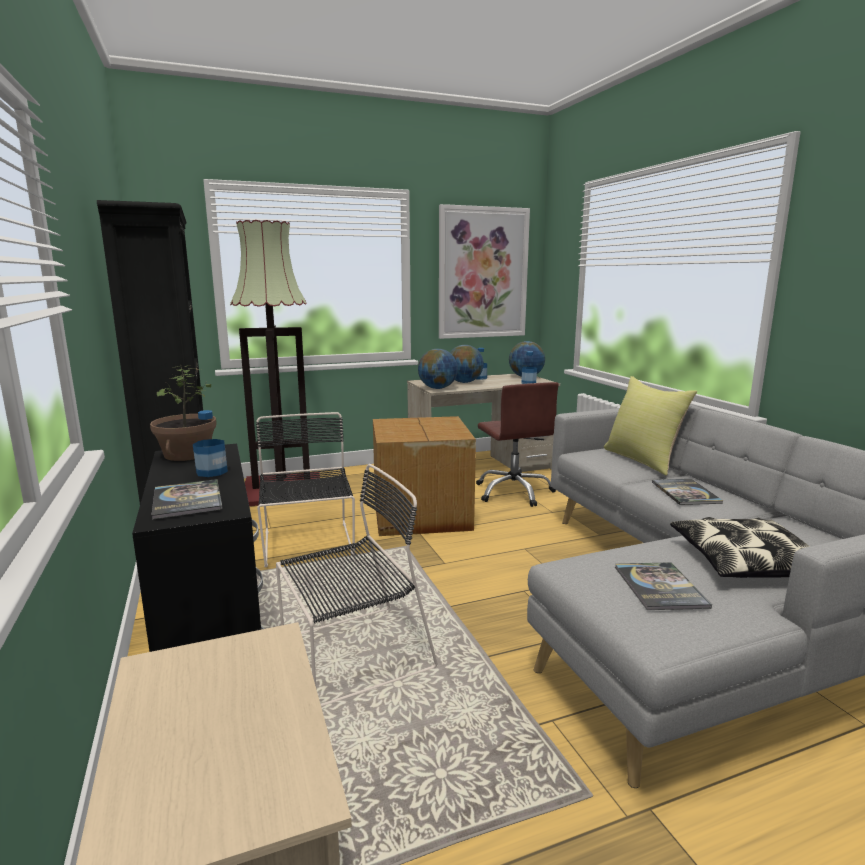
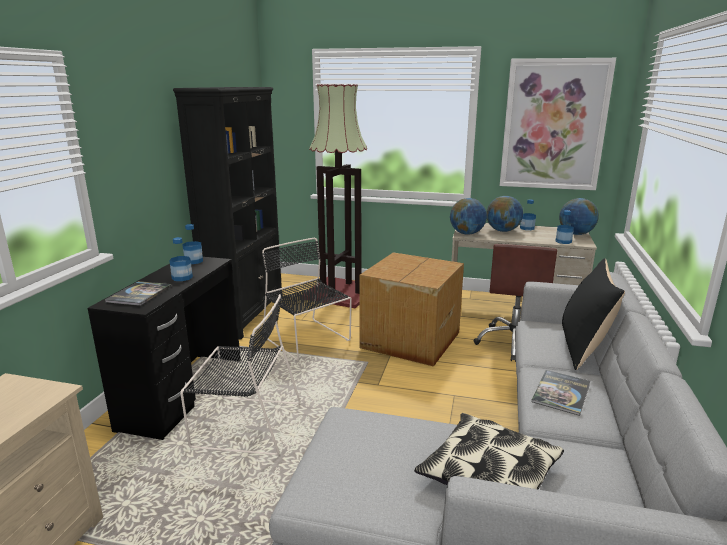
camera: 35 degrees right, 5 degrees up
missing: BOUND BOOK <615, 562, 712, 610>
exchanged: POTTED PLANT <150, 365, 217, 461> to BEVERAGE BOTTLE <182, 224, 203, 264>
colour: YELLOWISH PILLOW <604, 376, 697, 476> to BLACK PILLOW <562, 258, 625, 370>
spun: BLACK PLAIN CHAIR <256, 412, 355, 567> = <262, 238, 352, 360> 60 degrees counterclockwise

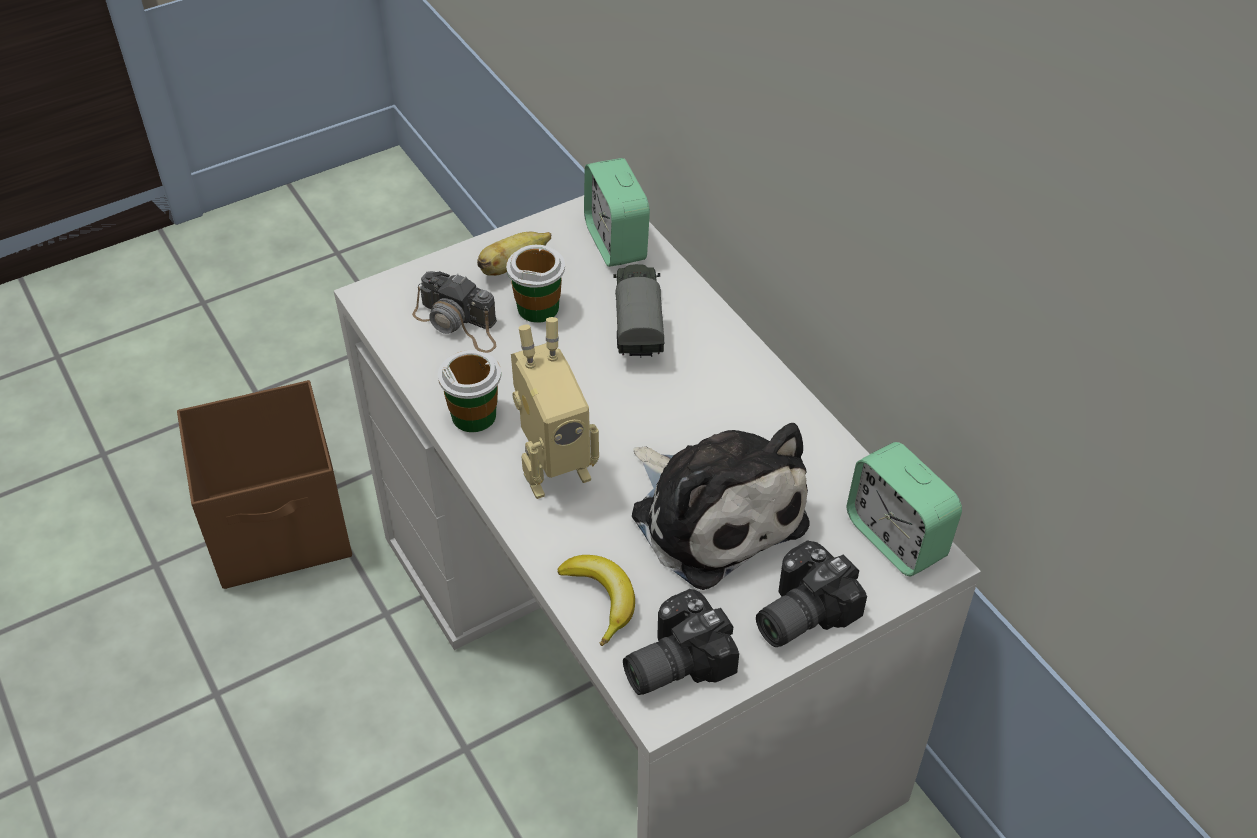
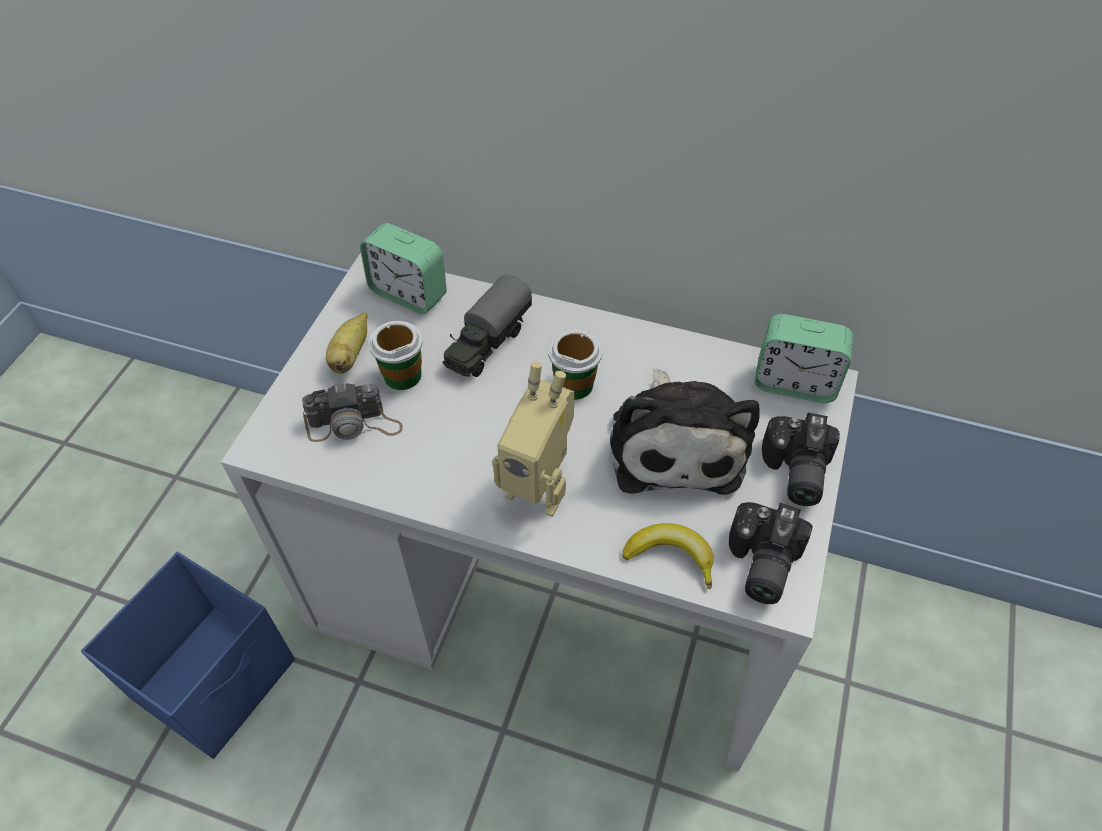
camera: 40 degrees left, 5 degrees up
relocated: DRINKING CUP <438, 350, 501, 432> to <548, 330, 603, 400>
colour: BROWN STORAGE BOX <177, 380, 352, 589> to BLUISH STORAGE BOX <81, 552, 295, 759>
spun: ROBOT FIGURE <511, 317, 599, 499> = <492, 361, 575, 517> 90 degrees clockwise; TOY LORRY <614, 264, 664, 358> = <442, 275, 532, 377> 105 degrees counterclockwise; PLUSH TOY <632, 423, 810, 590> = <610, 368, 760, 495> 75 degrees clockwise

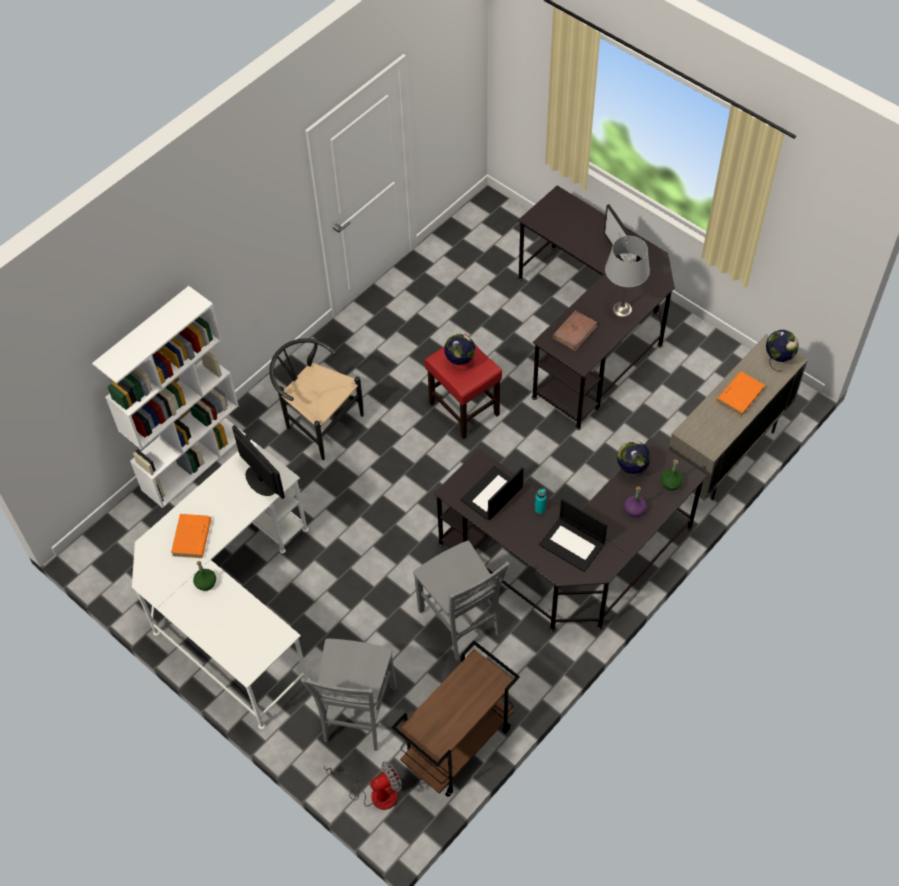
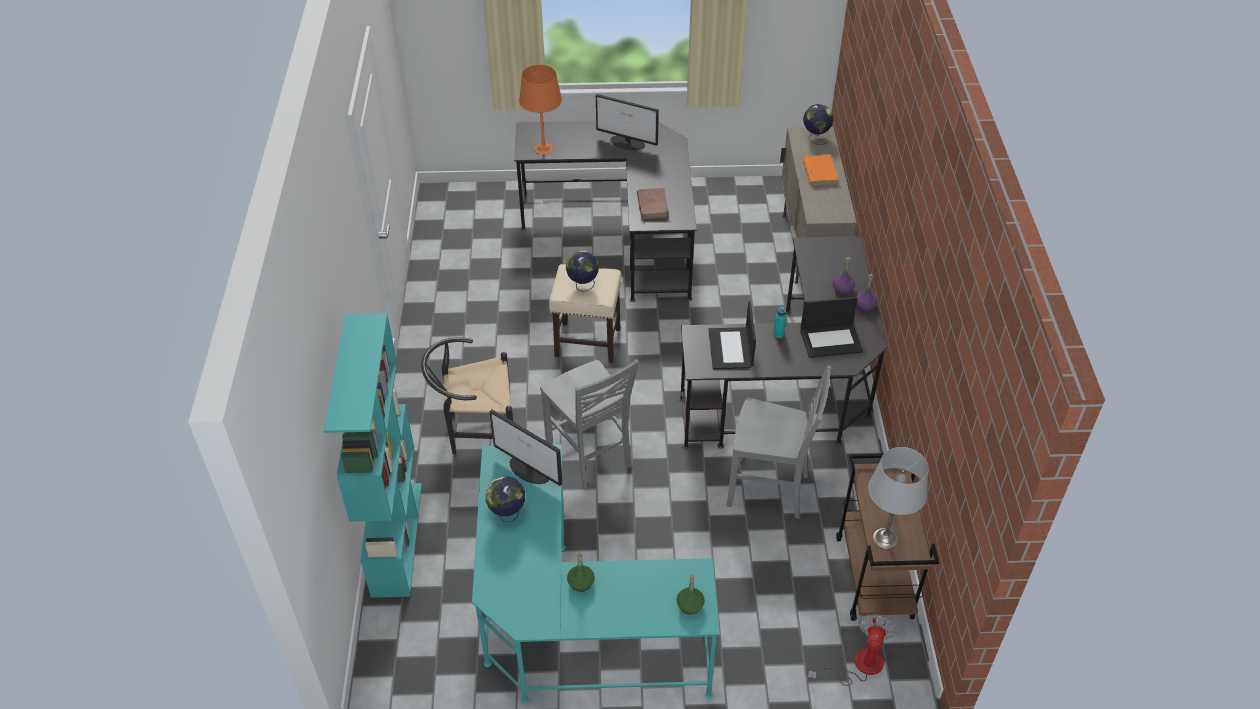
camera: 45 degrees left, 10 degrees down
missing: ORANGE BOUND BOOK <171, 514, 211, 558>
appeared: ORANGE TABLE LAMP <519, 65, 562, 155>; PURPLE-COLOURED BEVERAGE BOTTLE <856, 274, 878, 312>
relocated: GRAY PLAIN CHAIR <301, 639, 397, 751> to <540, 359, 639, 490>; GRAY TABLE LAMP <605, 236, 650, 317> to <868, 447, 929, 549>; GLOBE <617, 441, 651, 478> to <486, 476, 525, 522>; GREEN BEVERAGE BOTTLE <661, 459, 683, 490> to <677, 574, 705, 615>
colour: WHITE-COLOURED SHELVING UNIT <92, 286, 246, 508> to BLUE-GREEN SHELVING UNIT <324, 313, 422, 598>; WHITE-COLOURED DESK UNIT <132, 440, 310, 729> to BLUE-GREEN DESK UNIT <472, 444, 720, 704>; REDDISH STOOL <425, 334, 502, 439> to BEIGE-COLOURED STOOL <549, 264, 621, 363>
spun: MONITOR <232, 425, 285, 499> = <489, 409, 562, 486> 150 degrees counterclockwise

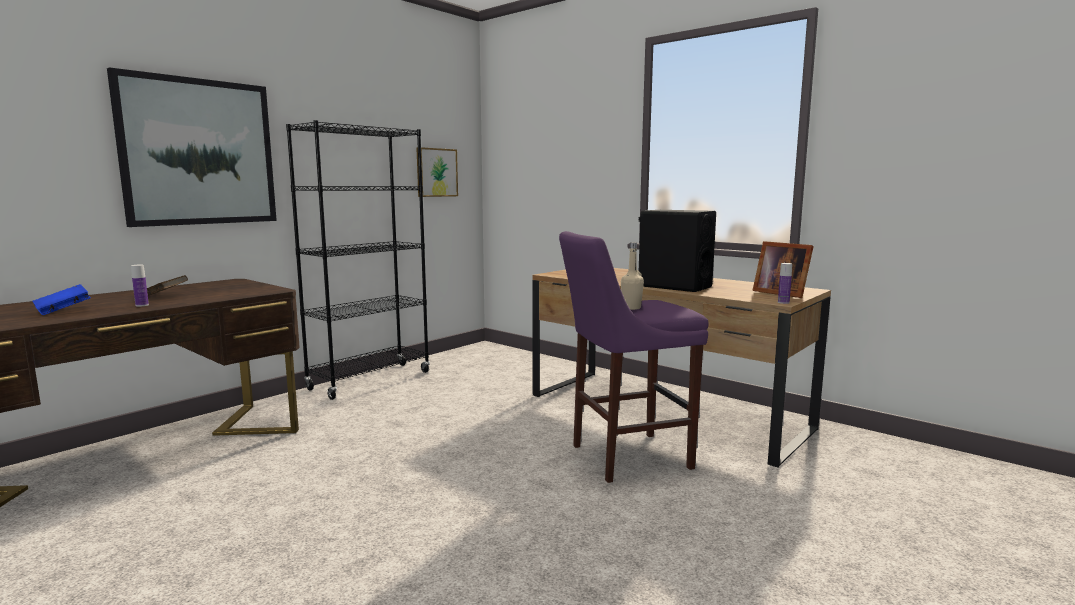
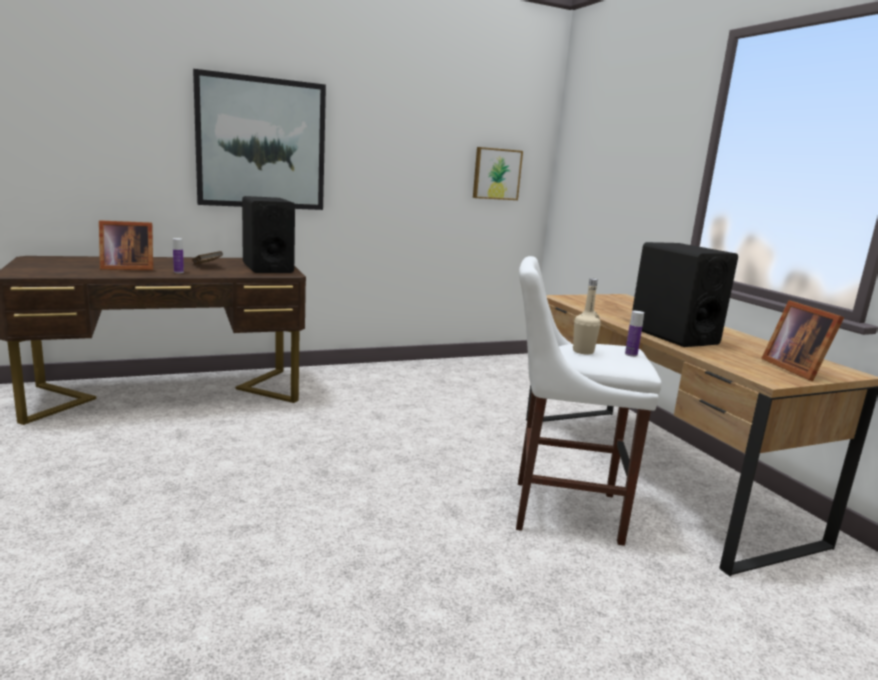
camera: 25 degrees right, 5 degrees up
missing: BLACK SHELVING UNIT <286, 120, 430, 400>
appeared: BLACK AUDIO SPEAKER <242, 196, 295, 273>
relocated: BEVERAGE BOTTLE <778, 263, 792, 304> to <625, 311, 644, 357>
exchanged: BLUISH BOUND BOOK <32, 284, 91, 315> to STANDING FRAME <99, 220, 153, 270>
colour: PURPLE-COLOURED STOOL <559, 231, 709, 483> to WHITE-COLOURED STOOL <516, 256, 662, 546>

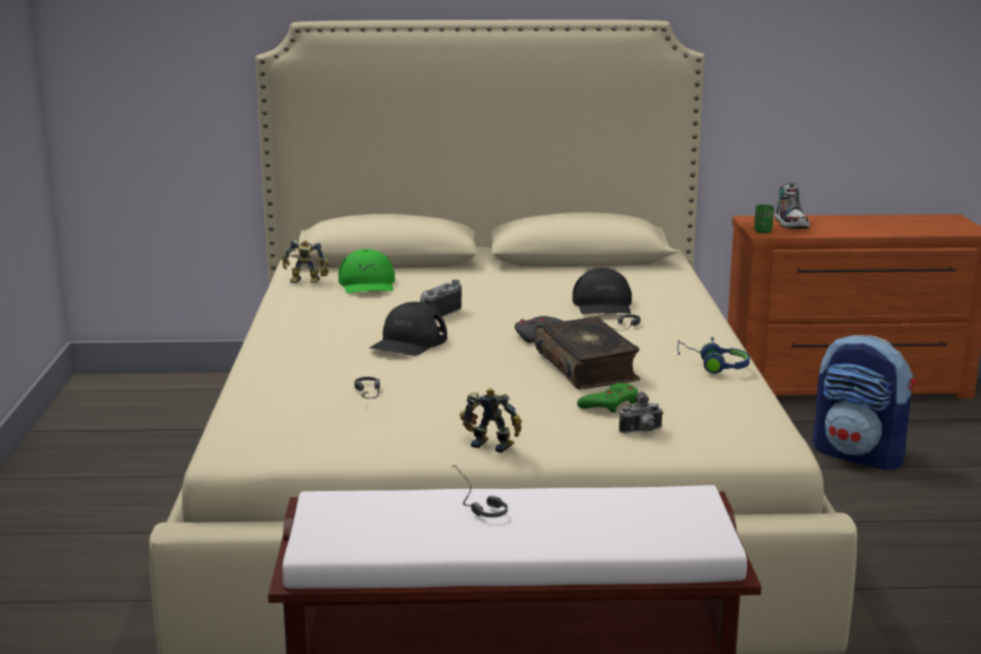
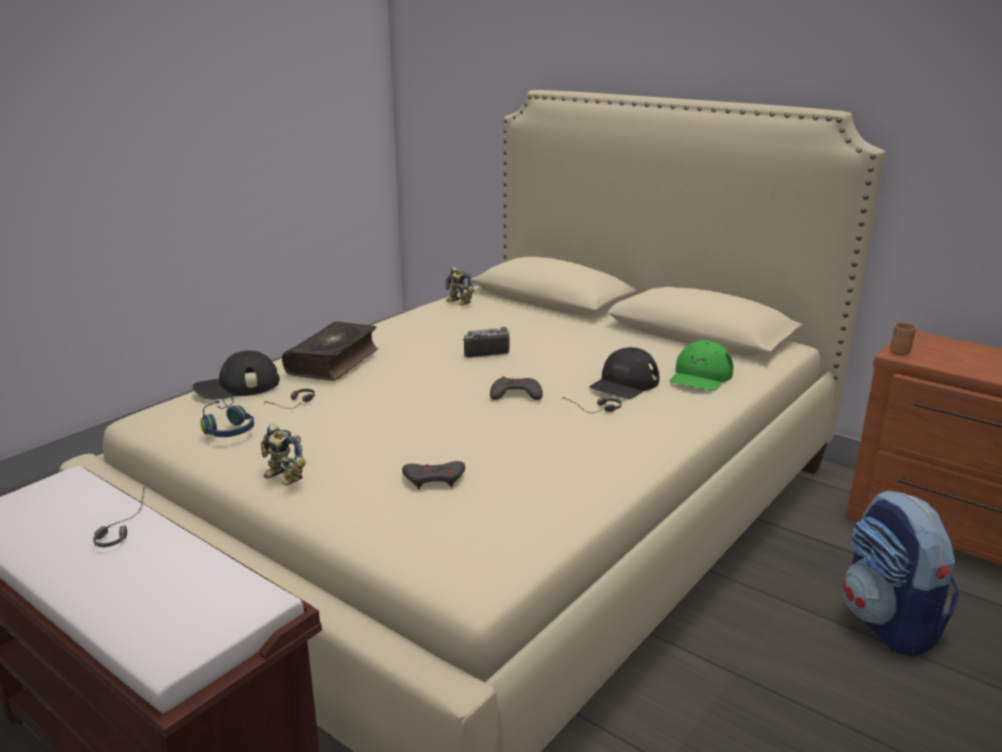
camera: 40 degrees right, 5 degrees up
missing: STILL CAMERA <619, 391, 664, 434>; ITEM OF FOOTWEAR <775, 183, 809, 229>
relocated: GREEN PEAKED CAP <338, 249, 395, 293> to <669, 340, 734, 391>; BLACK PEAKED CAP <370, 302, 447, 356> to <192, 351, 280, 400>; BOUND BOOK <534, 317, 640, 389> to <282, 321, 378, 381>; BLUISH HEADSET <678, 337, 750, 374> to <201, 395, 254, 437>
colour: GREEN GAMEPAD <577, 383, 639, 413> to GRAY GAMEPAD <402, 461, 465, 489>; GREEN DRINKING CUP <754, 205, 774, 233> to ORANGE DRINKING CUP <890, 322, 916, 355>
spun: ROBOT FIGURE <459, 388, 522, 453> = <261, 423, 306, 486> 150 degrees clockwise

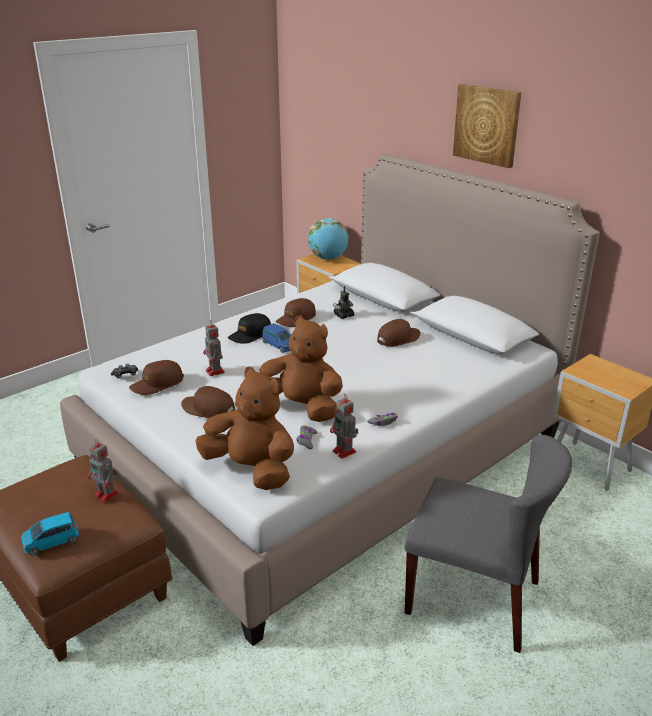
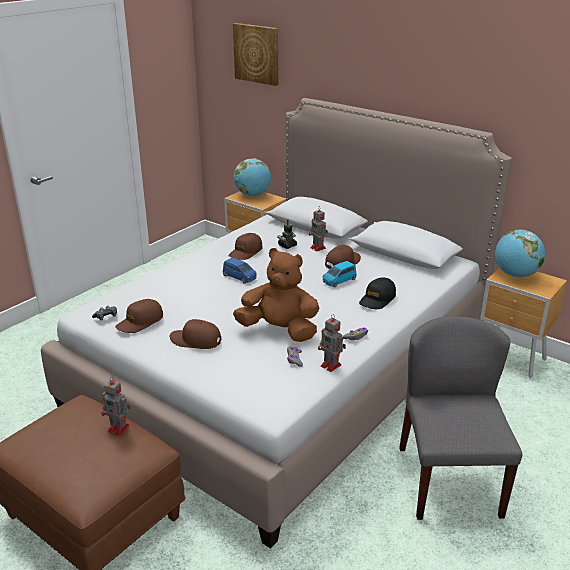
camera: 10 degrees left, 0 degrees up
missing: BROWN PLUSH TOY <195, 366, 294, 490>
appeared: GLOBE <495, 229, 545, 277>
relocated: BLUISH MINIATURE CAR <21, 512, 79, 555> to <323, 261, 357, 287>; ROBOT FIGURE <203, 321, 225, 376> to <309, 207, 328, 252>; BLACK PEAKED CAP <228, 313, 271, 344> to <359, 277, 396, 309>; PICTURE <453, 84, 521, 168> to <233, 23, 279, 86>
spun: GRAY PLAIN CHAIR <405, 435, 572, 653> = <399, 316, 523, 520> 105 degrees counterclockwise

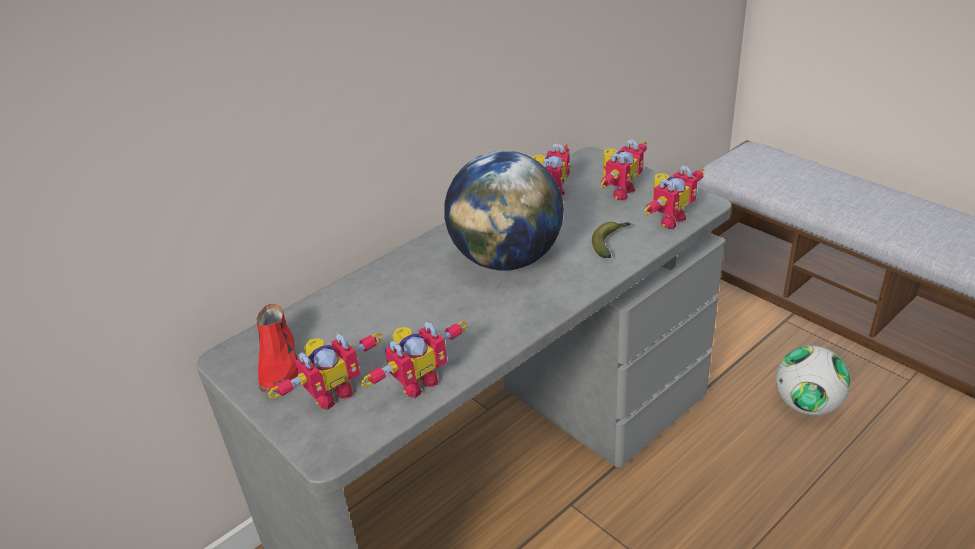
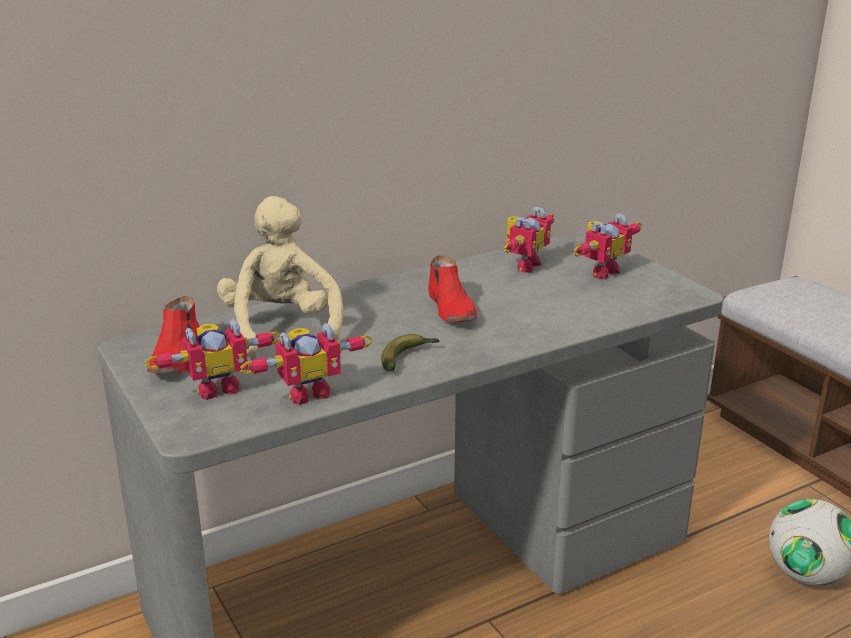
camera: 10 degrees right, 10 degrees down
missing: ROBOT FIGURE <644, 166, 705, 229>
appeared: BEIGE-COLOURED PLUSH TOY <217, 196, 343, 357>
relocated: BANANA <592, 222, 630, 258> to <381, 334, 440, 371>
exchanged: GLOBE <445, 151, 564, 271> to REDDISH ITEM OF FOOTWEAR <428, 255, 477, 322>

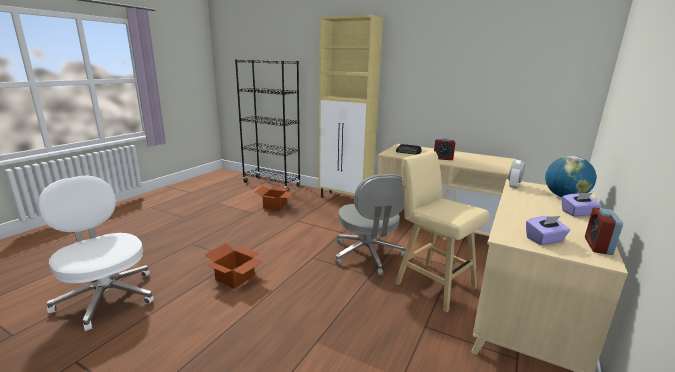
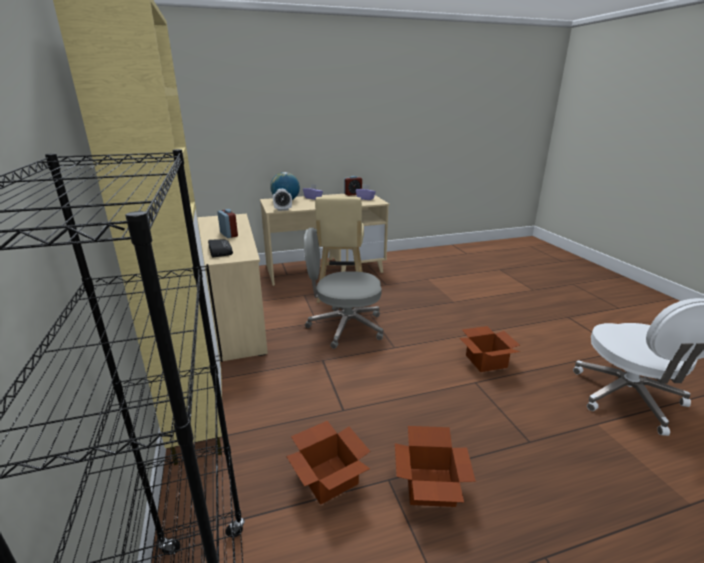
camera: 135 degrees left, 5 degrees up
appeared: CARDBOARD BOX <395, 426, 476, 507>
spun: GRAY DESK CHAIR <335, 174, 405, 275> = <304, 228, 383, 349> 120 degrees counterclockwise

